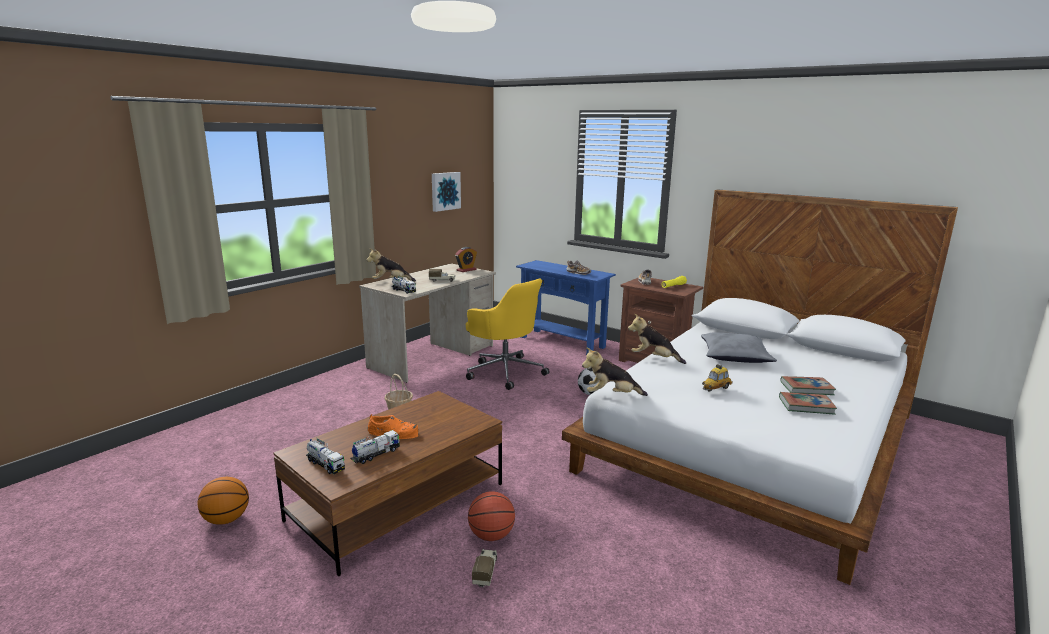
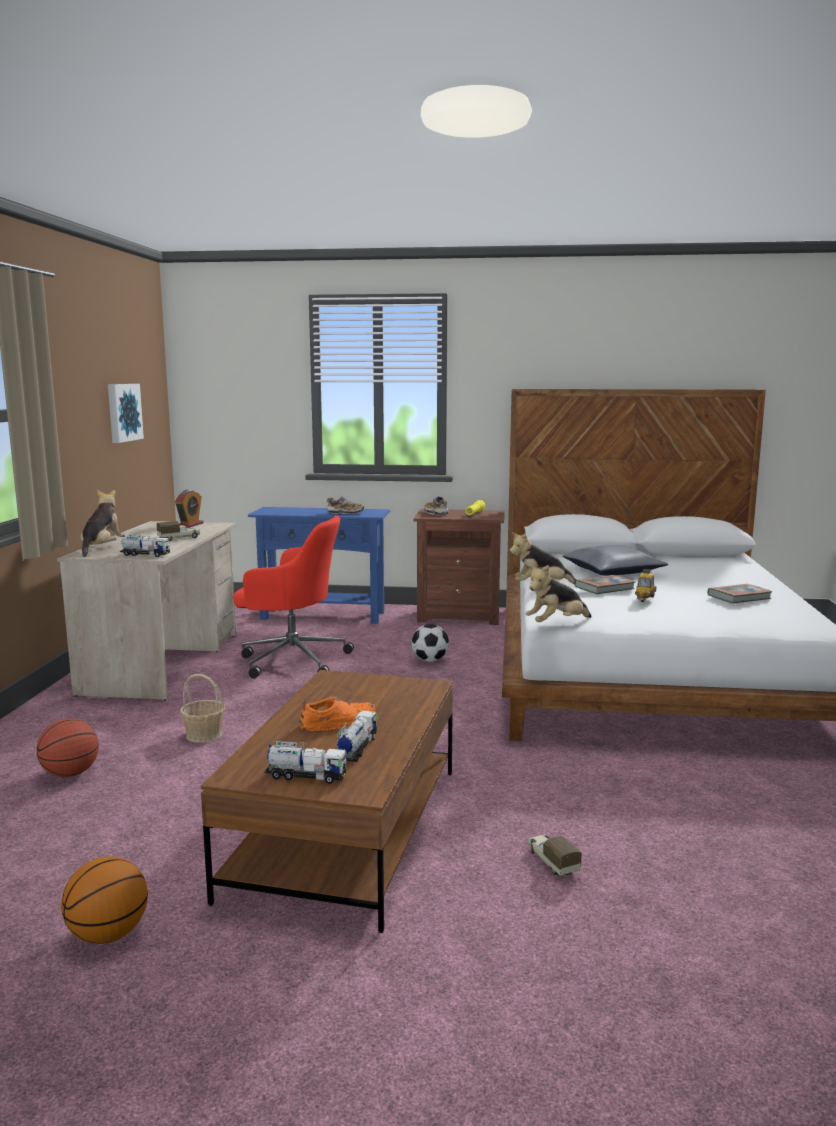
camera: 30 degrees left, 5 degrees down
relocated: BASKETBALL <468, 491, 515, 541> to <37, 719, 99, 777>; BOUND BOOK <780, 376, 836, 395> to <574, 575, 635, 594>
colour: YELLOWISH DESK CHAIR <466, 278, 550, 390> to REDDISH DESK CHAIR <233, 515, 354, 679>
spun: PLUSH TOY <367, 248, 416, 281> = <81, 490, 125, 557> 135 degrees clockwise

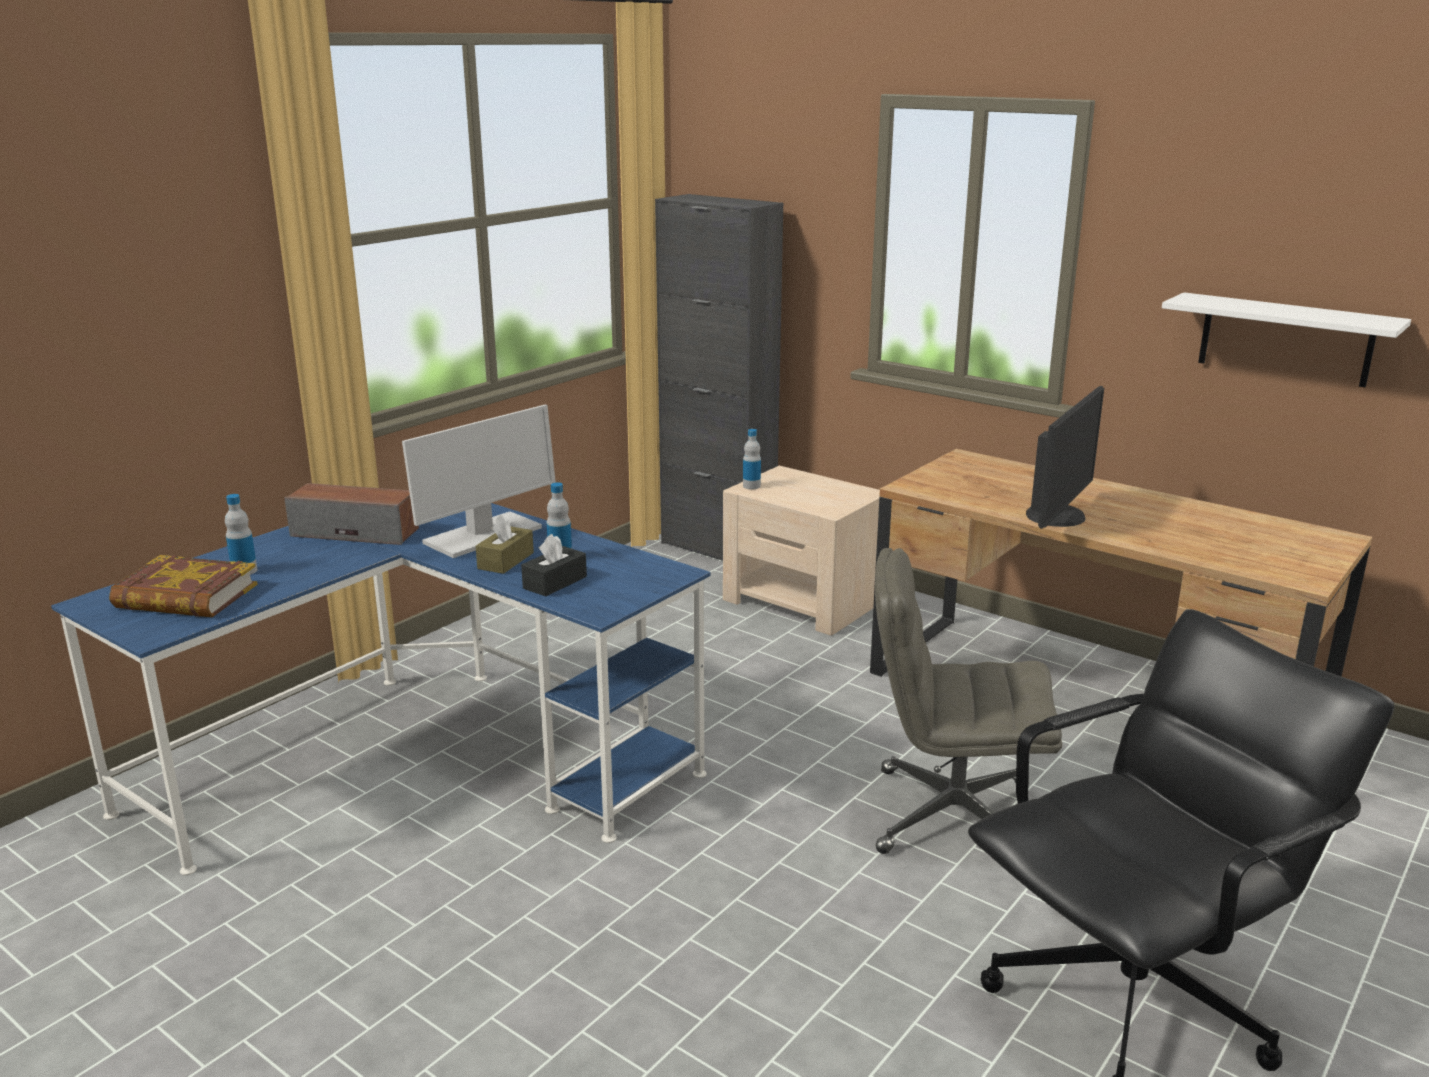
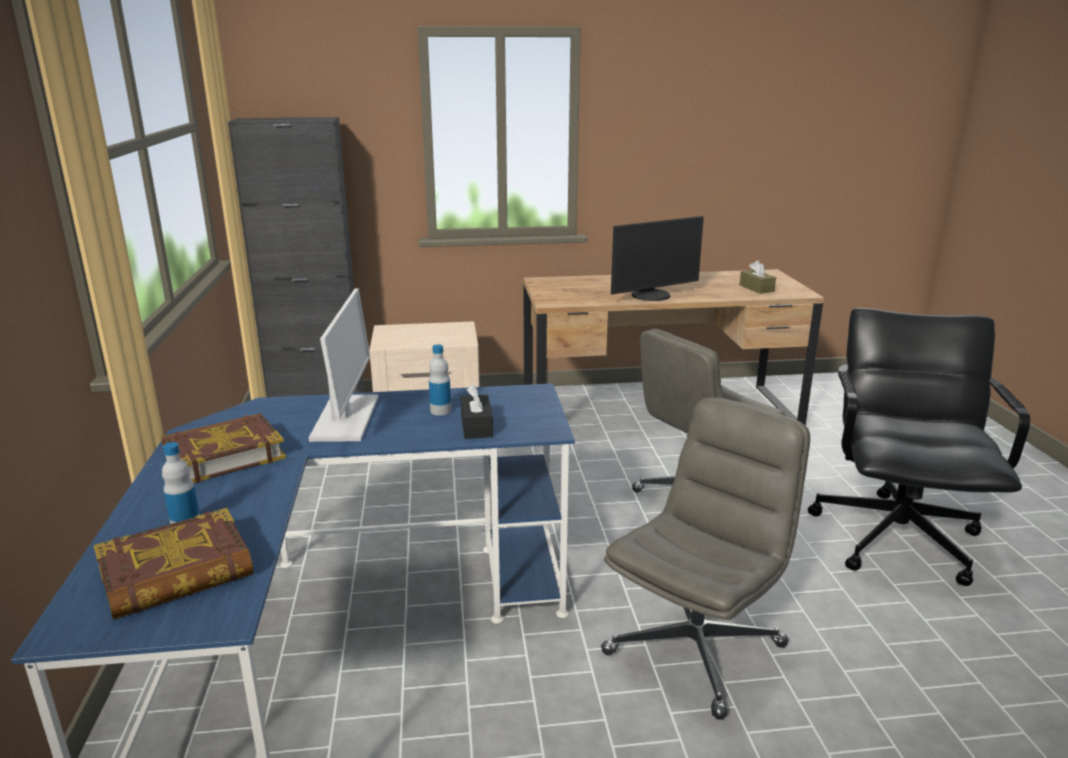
camera: 45 degrees left, 0 degrees up
missing: BEVERAGE BOTTLE <743, 429, 761, 489>; WHITE-COLOURED SHELF <1162, 293, 1411, 387>
appeared: GRAY DESK CHAIR <601, 397, 810, 720>
relocated: BROWN TISSUE BOX <476, 514, 534, 574> to <739, 260, 776, 294>
exchanged: AUDIO SPEAKER <284, 483, 419, 545> to BOUND BOOK <162, 413, 286, 483>
spun: MONITOR <1026, 386, 1104, 529> = <611, 216, 704, 301> 75 degrees clockwise

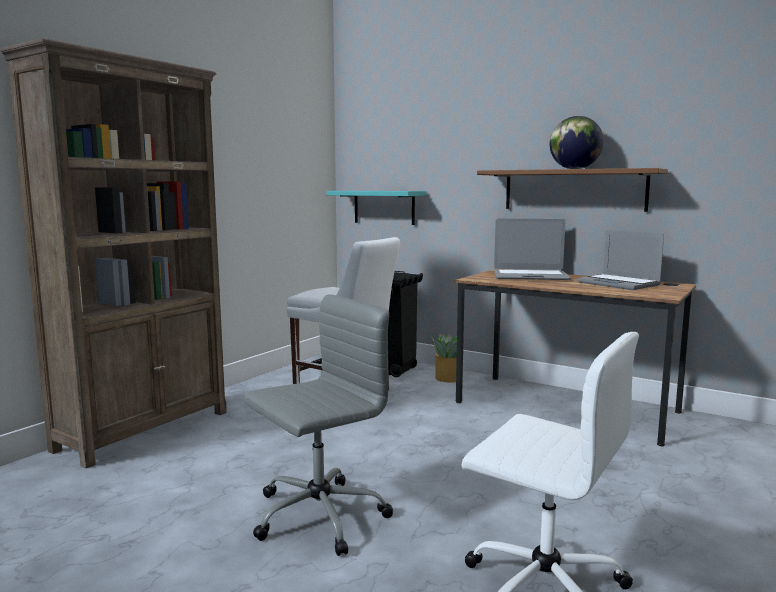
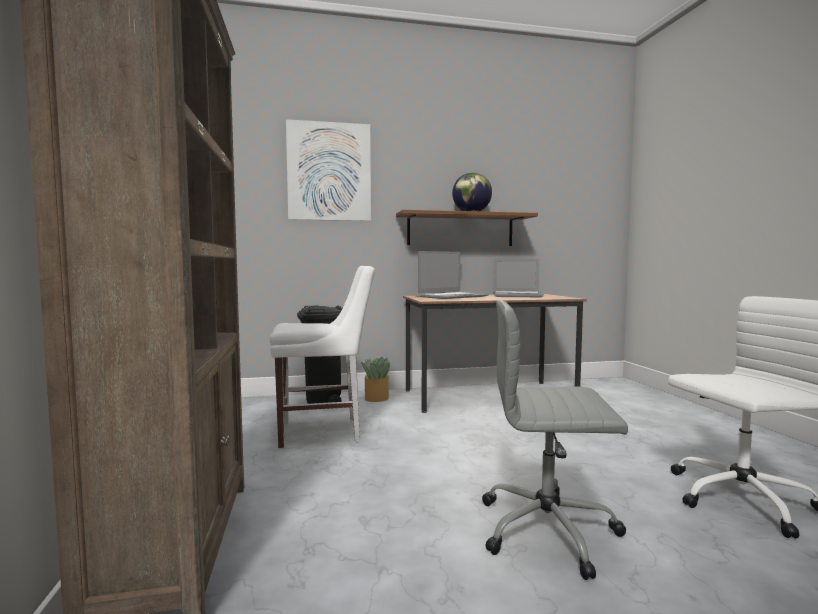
camera: 45 degrees left, 5 degrees down
missing: BLUE-GREEN SHELF <326, 191, 426, 225>
appeared: PICTURE <286, 119, 371, 221>
spun: GRAY DESK CHAIR <244, 294, 393, 556> = <482, 300, 628, 580> 90 degrees counterclockwise

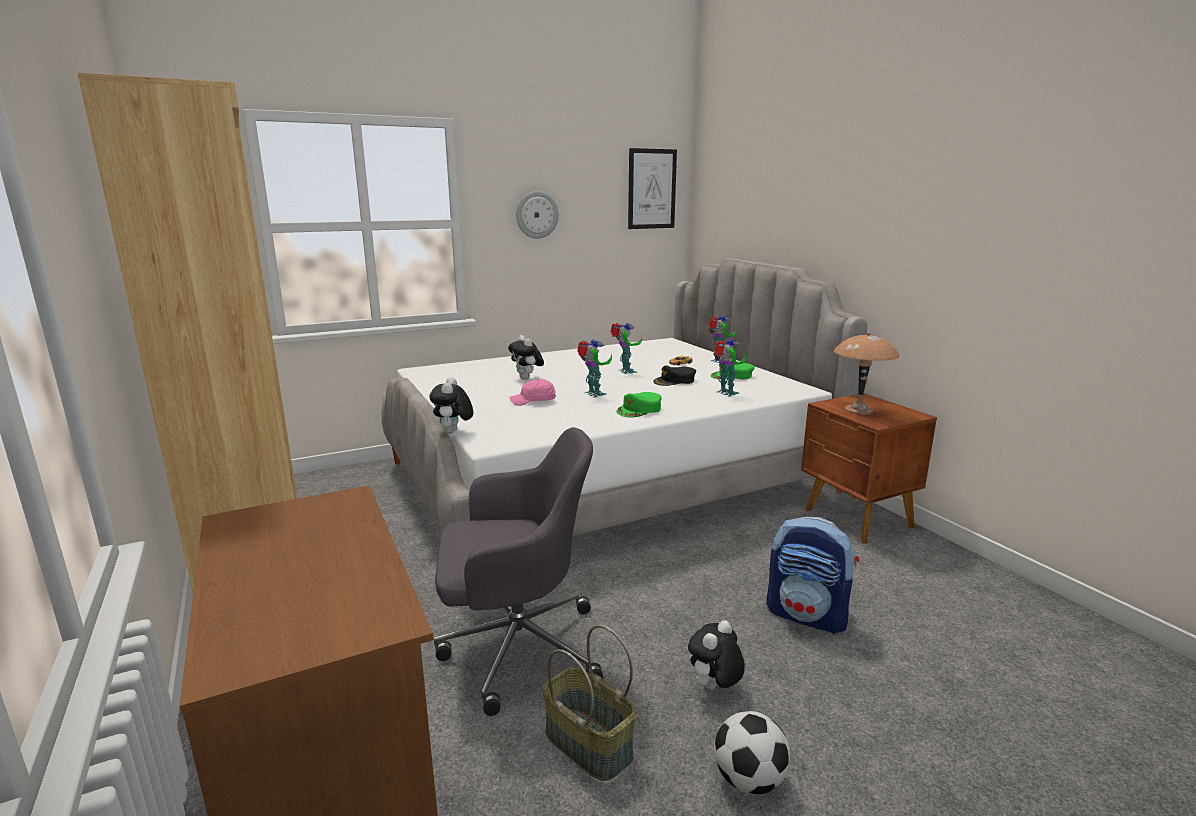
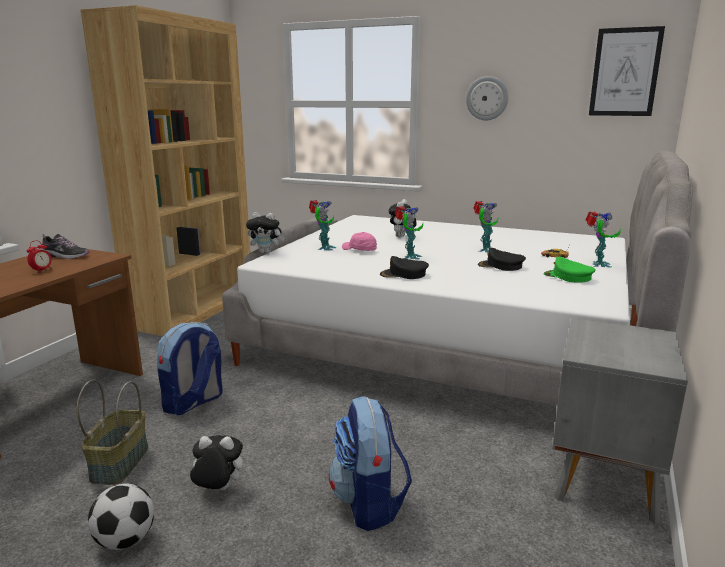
camera: 50 degrees right, 0 degrees up
missing: BROWN TABLE LAMP <834, 332, 900, 414>
appeared: TABLE CLOCK <27, 240, 52, 273>; ITEM OF FOOTWEAR <41, 234, 89, 259>
relocated: ROBOT FIGURE <713, 339, 747, 397> to <309, 200, 336, 251>
exchanged: GRAY DESK CHAIR <434, 427, 603, 716> to RUCKSACK <157, 322, 223, 415>
colour: GREEN PEAKED CAP <616, 392, 661, 417> to BLACK PEAKED CAP <380, 256, 429, 279>; BROWN NIGHTSTAND <801, 393, 937, 543> to GRAY NIGHTSTAND <552, 318, 688, 525>
spun: PLUSH TOY <429, 377, 473, 434> = <246, 212, 285, 253> 135 degrees counterclockwise

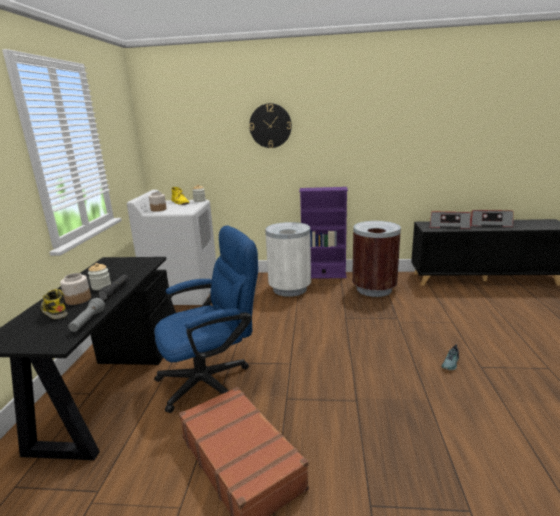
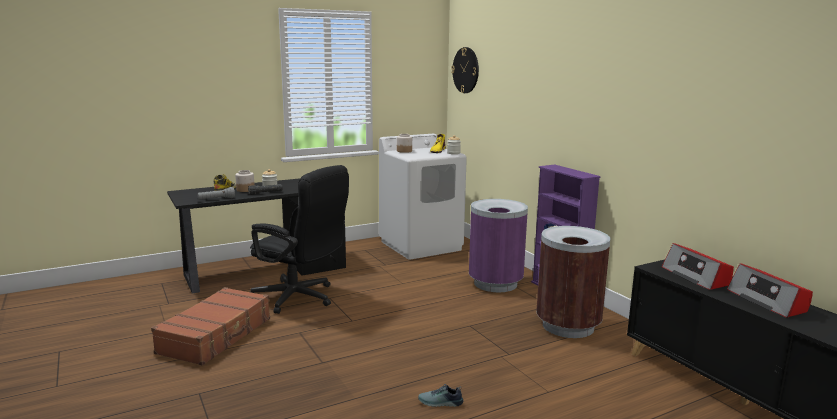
camera: 55 degrees right, 5 degrees down
relocated: CLOCK ON THE WALL <249, 103, 292, 148> to <451, 47, 479, 93>
colour: BLUISH DESK CHAIR <154, 225, 258, 413> to BLACK DESK CHAIR <250, 165, 349, 314>; WHITE-COLOURED WASTE BIN <265, 222, 311, 297> to PURPLE-COLOURED WASTE BIN <469, 199, 528, 292>

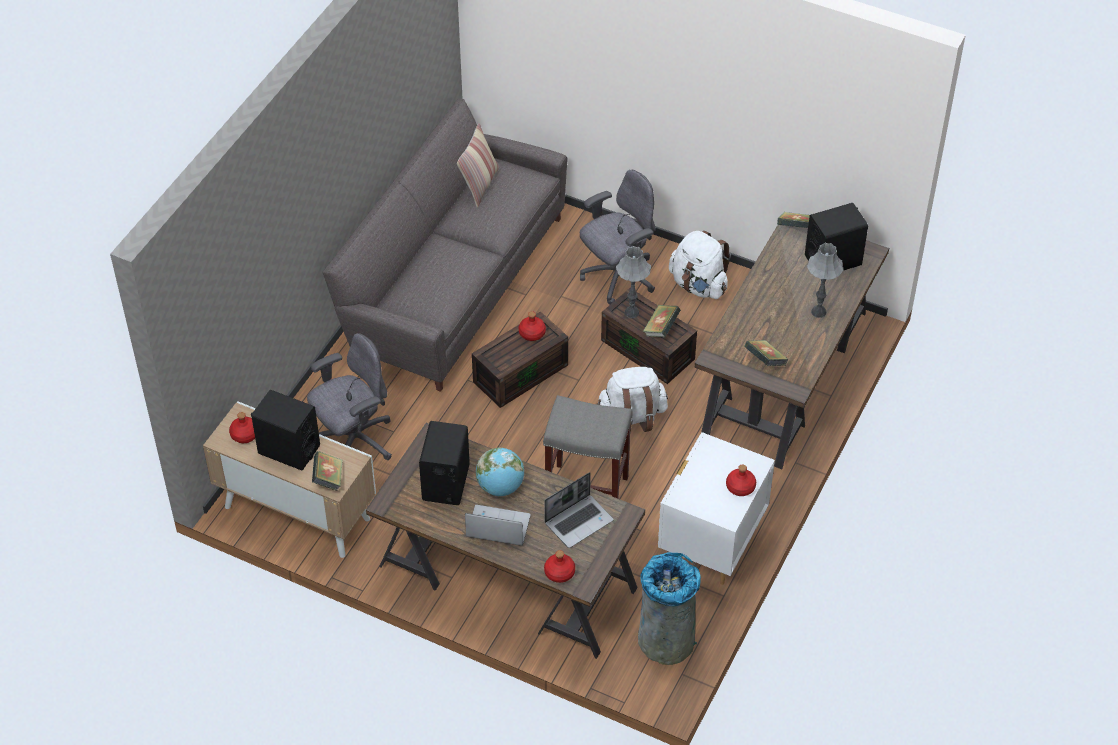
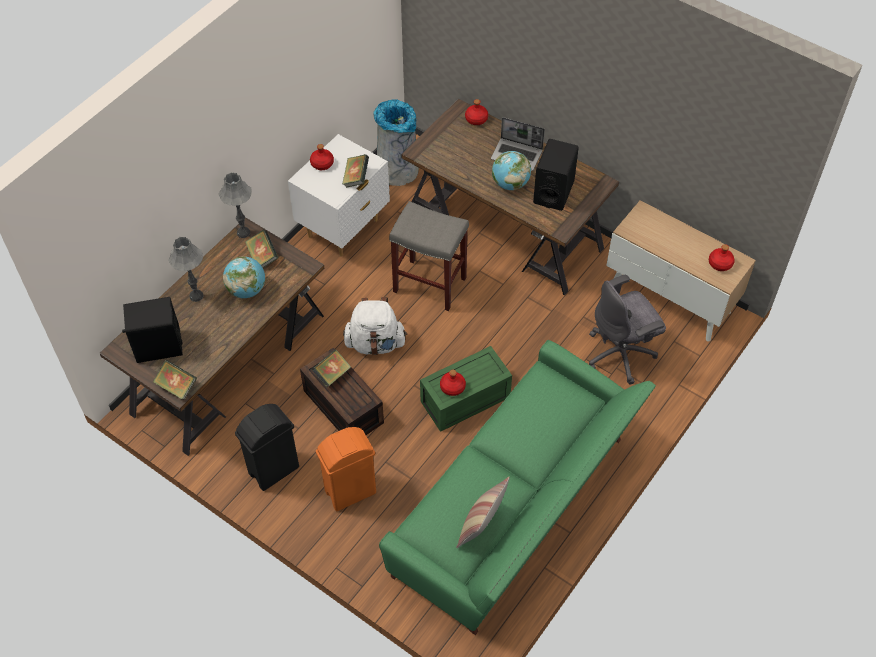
camera: 170 degrees left, 5 degrees up
missing: BLACK AUDIO SPEAKER <251, 390, 320, 471>; NOTEBOOK COMPUTER <544, 472, 614, 548>
appeared: GLOBE <223, 256, 265, 298>
relocated: BOUND BOOK <312, 451, 342, 491> to <342, 154, 369, 188>; GRAY TABLE LAMP <616, 246, 651, 318> to <219, 172, 252, 238>
exchanged: GRAY DESK CHAIR <580, 170, 656, 305> to ORANGE WASTE BIN <316, 427, 376, 511>; WHITE-COLOURED RUCKSACK <669, 231, 731, 299> to BLACK WASTE BIN <235, 404, 299, 491>
colour: GRAY SOFA <322, 99, 568, 392> to GREEN SOFA <379, 340, 656, 635>; BROWN STORAGE BOX <472, 311, 568, 408> to GREEN STORAGE BOX <420, 346, 512, 432>

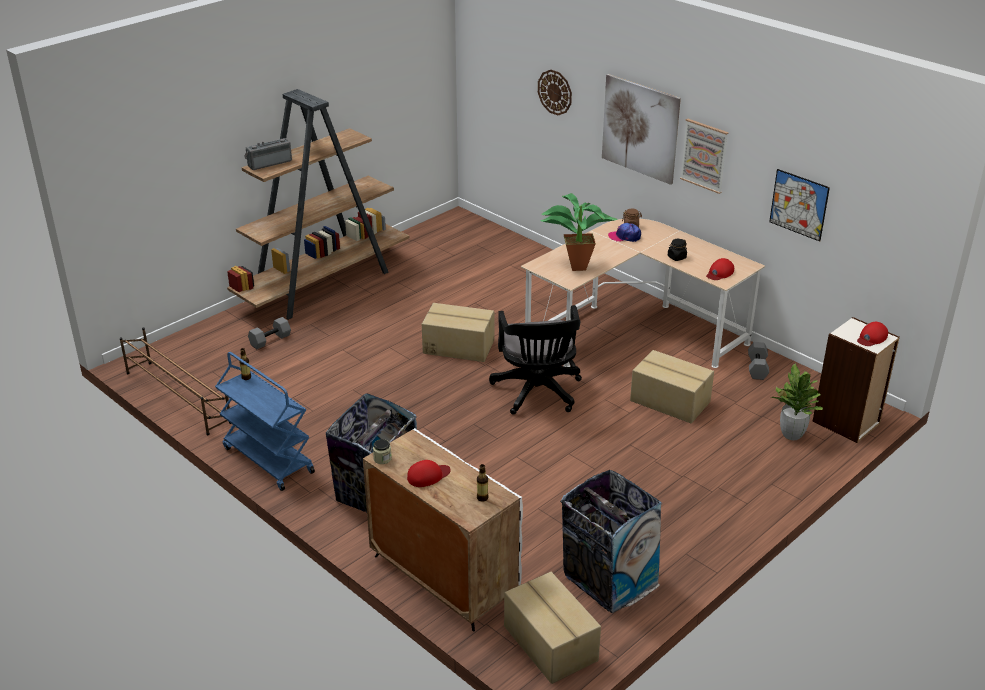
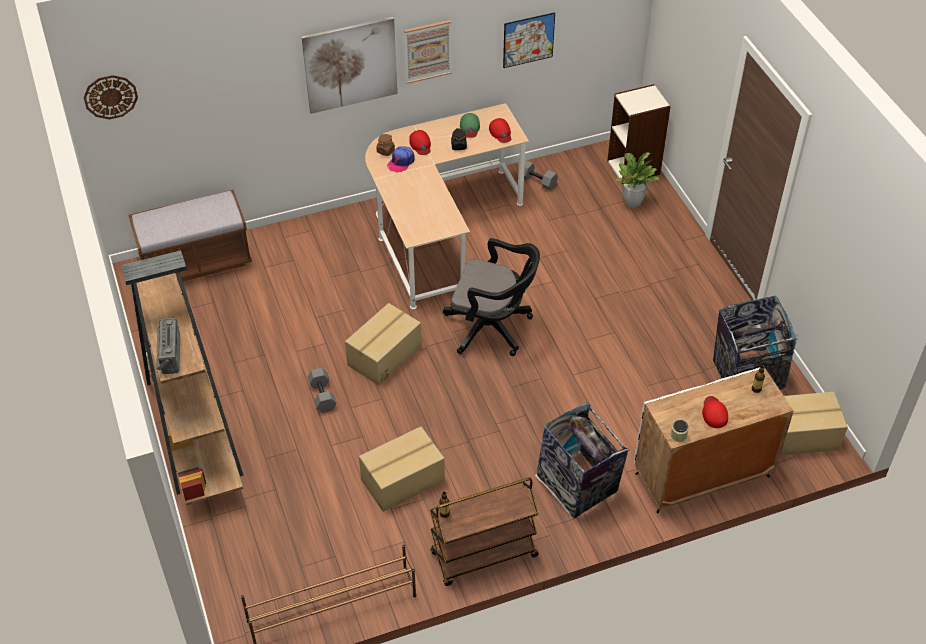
camera: 65 degrees left, 15 degrees up
missing: POTTED PLANT <540, 193, 617, 271>
appeared: BROWN BENCH <128, 190, 252, 283>; GREEN PEAKED CAP <460, 113, 480, 138>
relocated: GRAY FREE WEIGHT <248, 317, 291, 349> to <308, 368, 337, 413>; CLOCK ON THE WALL <538, 70, 572, 115> to <83, 75, 138, 119>; CARDBOARD BOX <630, 350, 714, 423> to <359, 427, 445, 512>; REDDISH PEAKED CAP <857, 322, 888, 346> to <409, 130, 431, 155>
colour: BLUISH TROLLEY <215, 352, 315, 491> to BROWN TROLLEY <430, 478, 539, 586>

